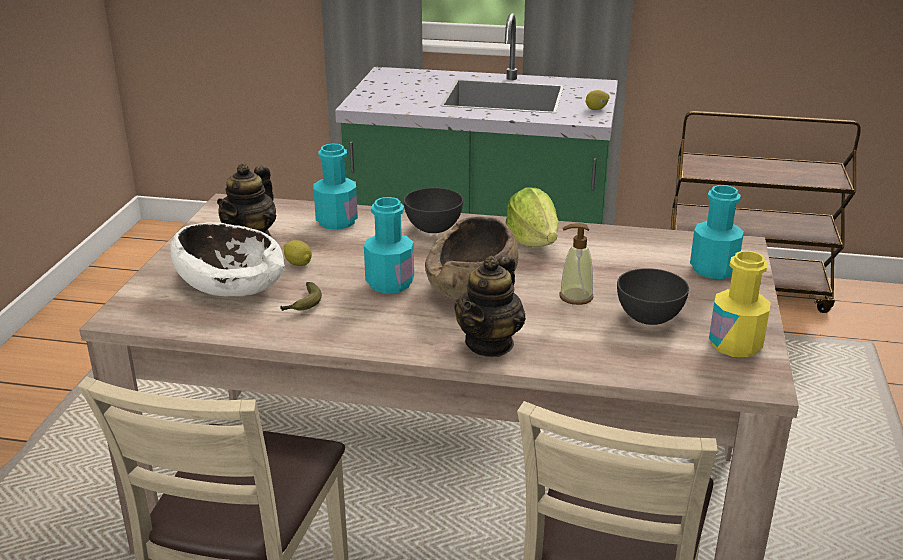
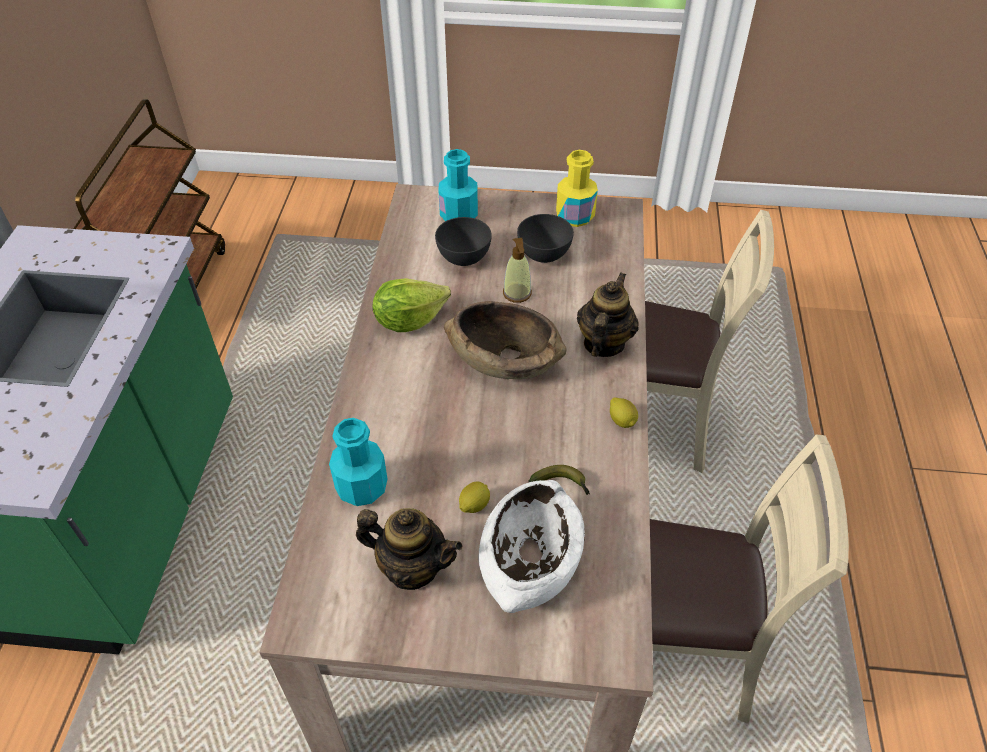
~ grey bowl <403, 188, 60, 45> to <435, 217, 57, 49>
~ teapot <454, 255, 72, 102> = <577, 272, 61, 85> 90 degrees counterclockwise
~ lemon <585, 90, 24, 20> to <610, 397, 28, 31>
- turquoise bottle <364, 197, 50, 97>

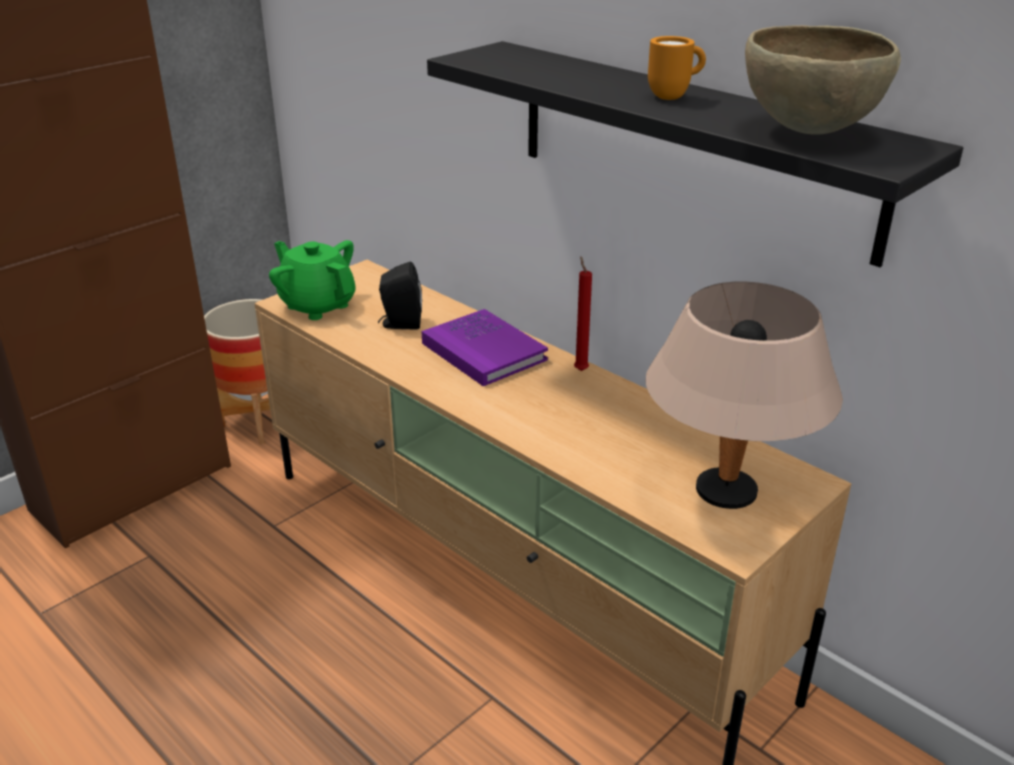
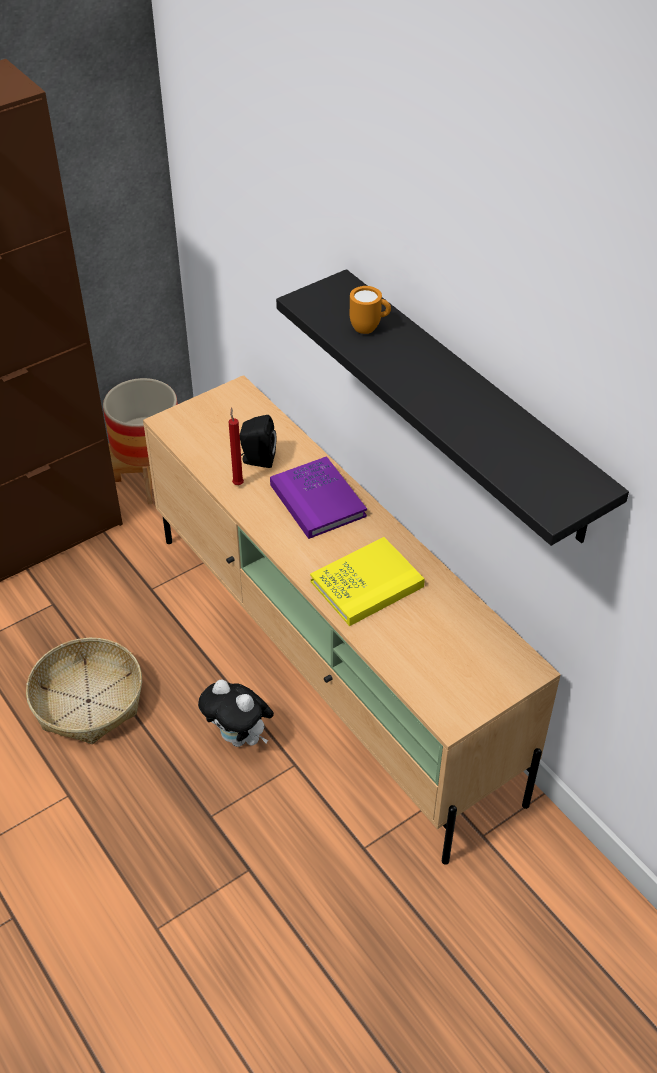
+ basket <26, 638, 116, 106>
+ plush toy <198, 680, 76, 67>
~ red candle <574, 256, 18, 115> to <229, 407, 15, 78>
+ yellow book <310, 537, 115, 89>
~ orange mug <648, 36, 58, 64> to <350, 286, 41, 48>
- green teapot <269, 240, 87, 80>
- beige table lamp <645, 282, 198, 227>
- brown bowl <745, 25, 156, 110>

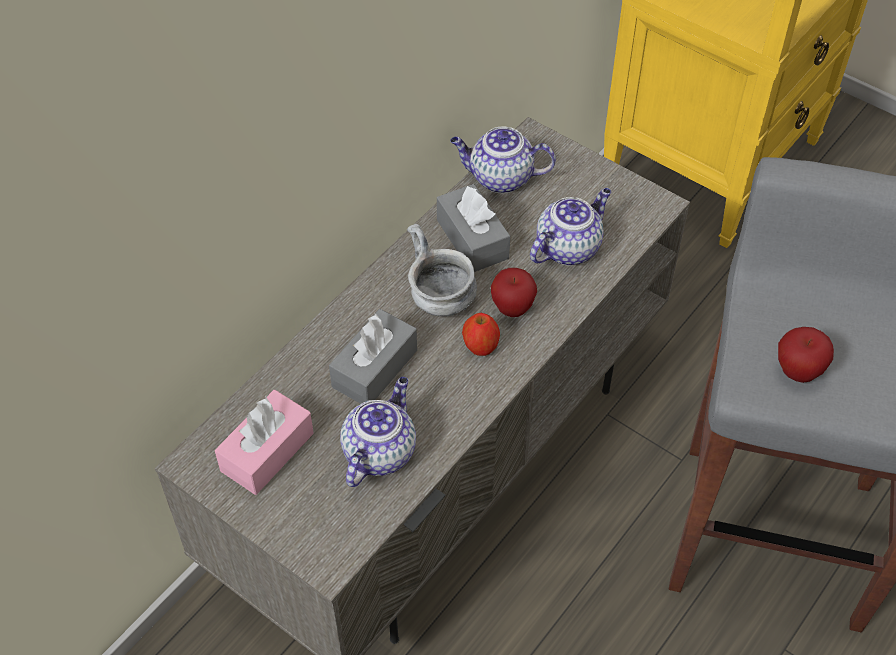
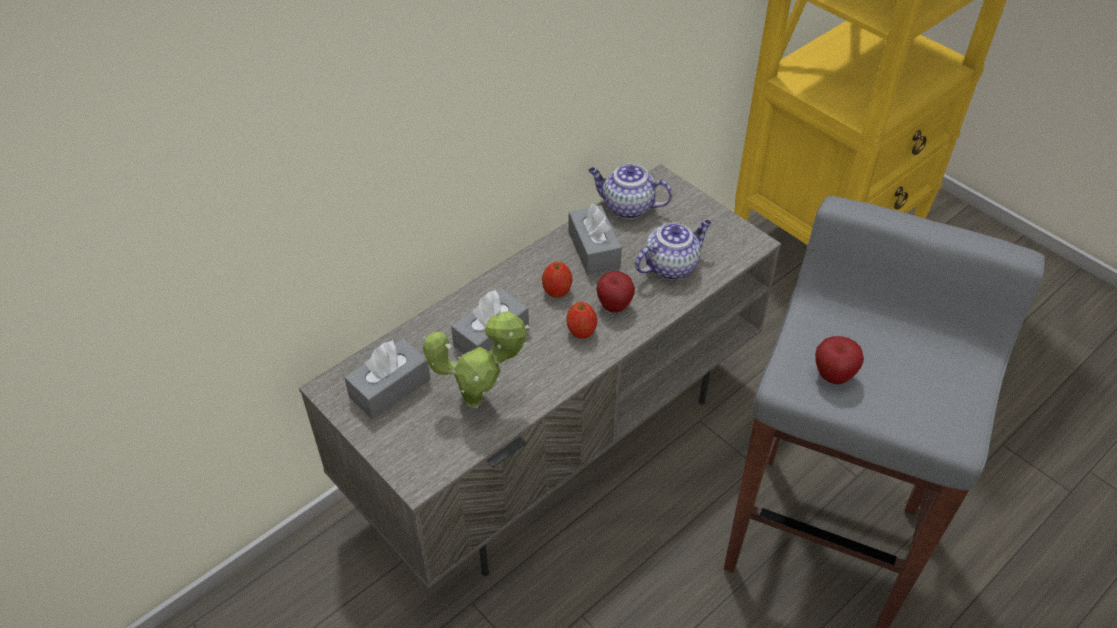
~ pink tissue box <215, 390, 99, 105> to grey tissue box <344, 338, 86, 81>
~ teapot <340, 377, 76, 110> to potted plant <423, 311, 107, 97>
~ grey bowl <407, 224, 70, 92> to apple <542, 262, 30, 36>

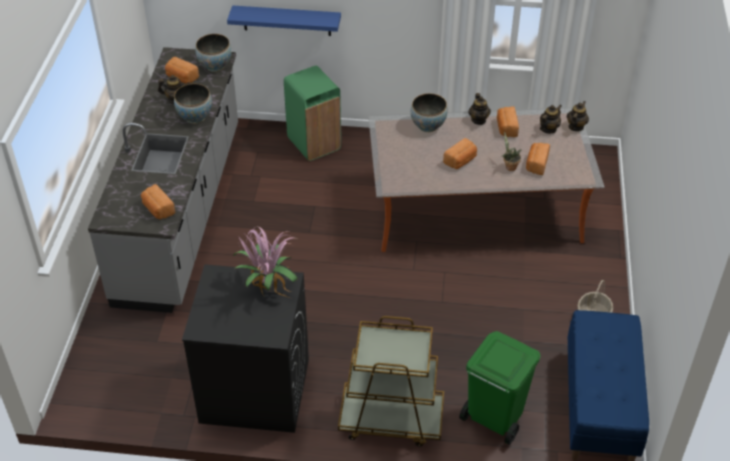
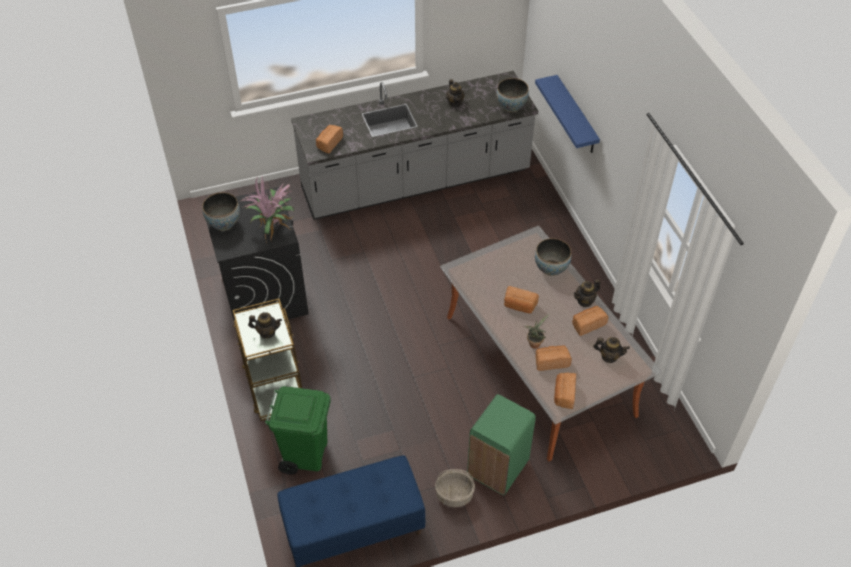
~ bowl <174, 83, 38, 41> to <202, 192, 38, 39>
~ teapot <567, 101, 22, 30> to <248, 312, 34, 27>
~ green trash can <284, 66, 57, 95> to <467, 394, 69, 101>
~ bread <165, 57, 34, 27> to <554, 373, 22, 36>

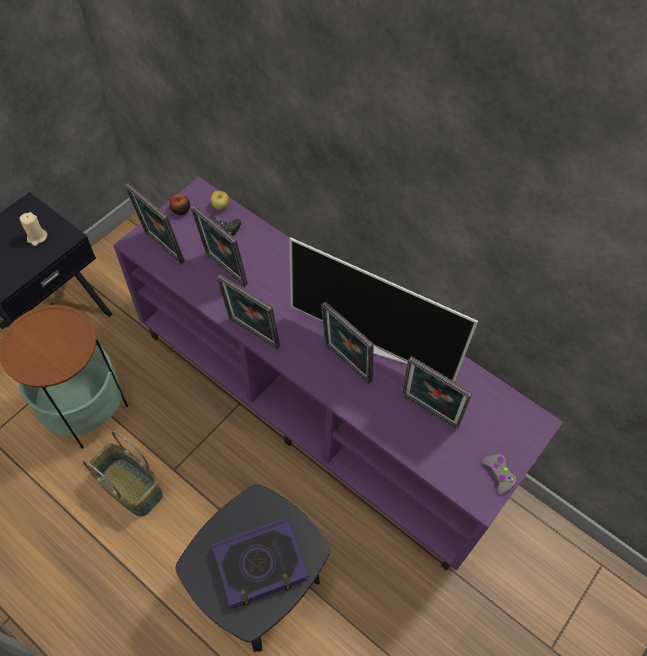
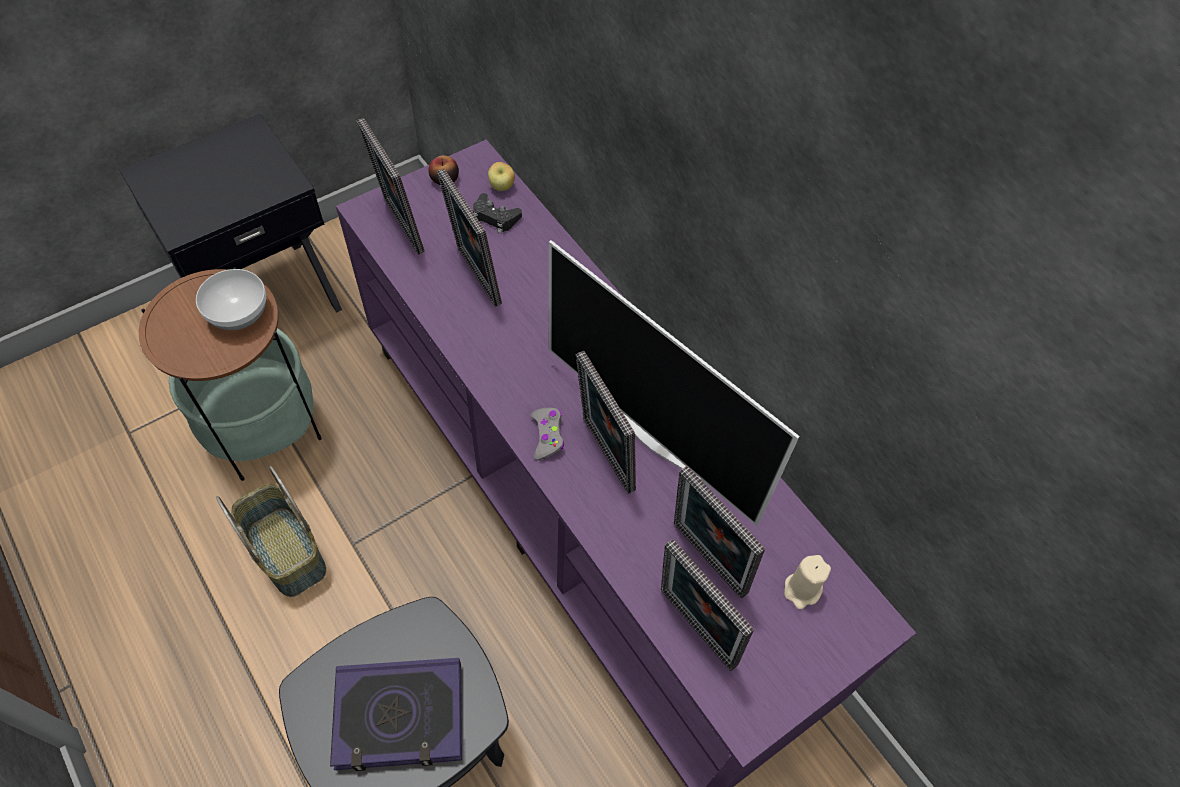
+ bowl <196, 269, 70, 61>
~ grey game controller <481, 454, 36, 41> to <531, 408, 33, 52>
~ picture frame <216, 274, 64, 76> to <661, 539, 93, 132>
~ beige candle <19, 212, 28, 34> to <784, 555, 47, 54>

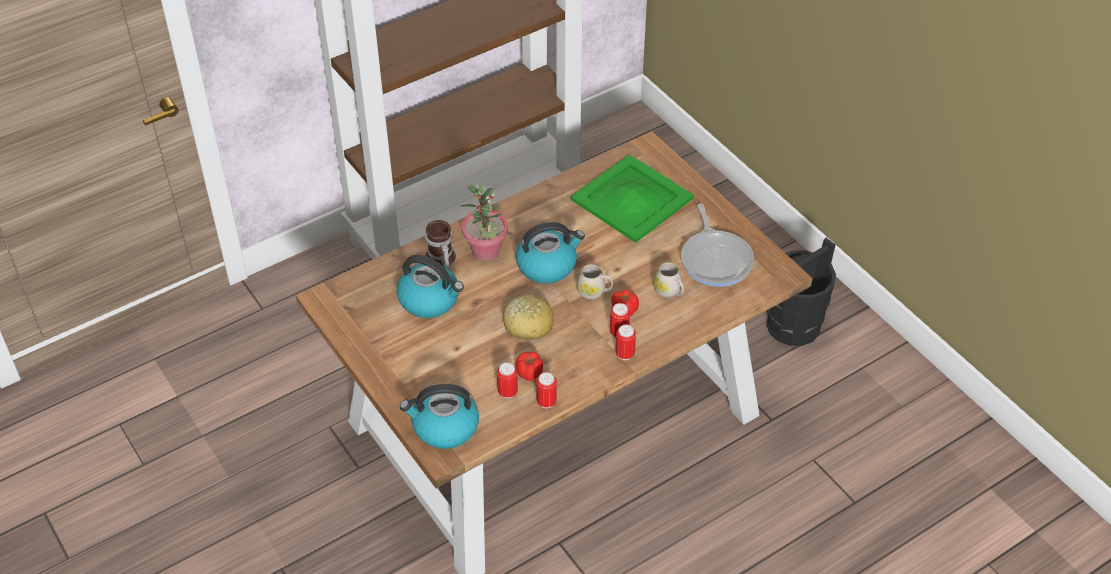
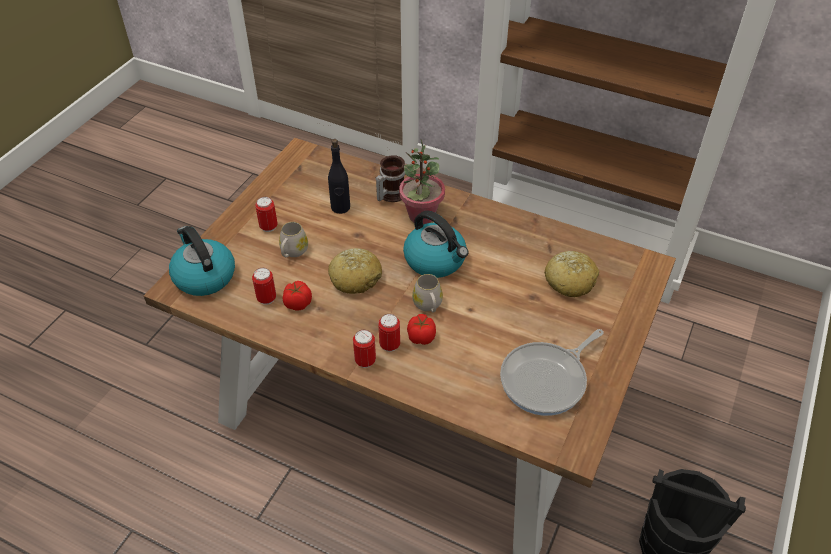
~ can <536, 372, 21, 36> to <255, 197, 22, 35>
~ white mug <653, 262, 31, 35> to <279, 222, 29, 35>
~ kettle <396, 255, 68, 63> to black bottle <328, 139, 22, 75>
~ green tray <571, 154, 123, 89> to bread <544, 251, 55, 46>

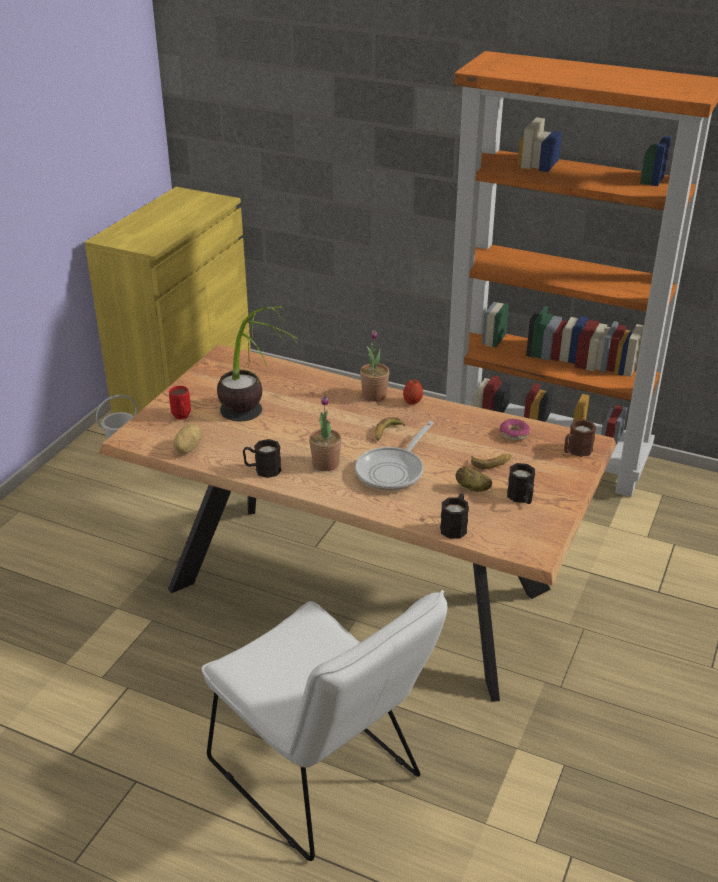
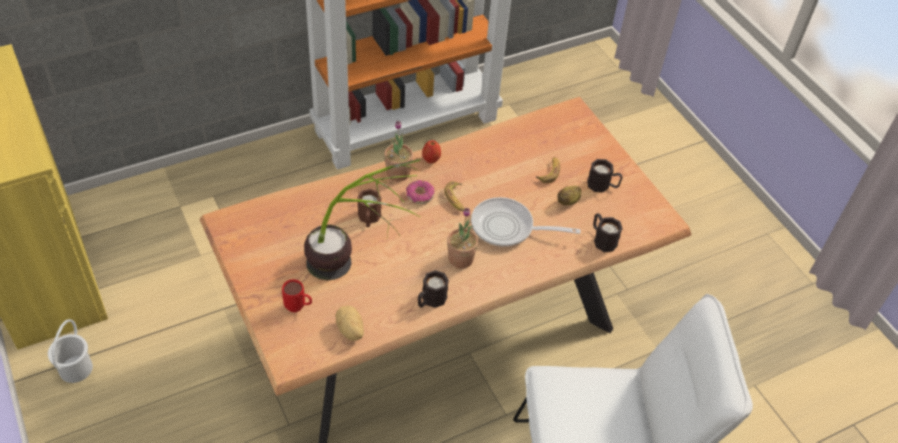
~ brown mug <564, 419, 32, 38> to <357, 188, 24, 39>
~ donut <500, 419, 30, 22> to <406, 180, 29, 24>
~ frying pan <355, 421, 79, 70> = <471, 197, 110, 50> 120 degrees clockwise

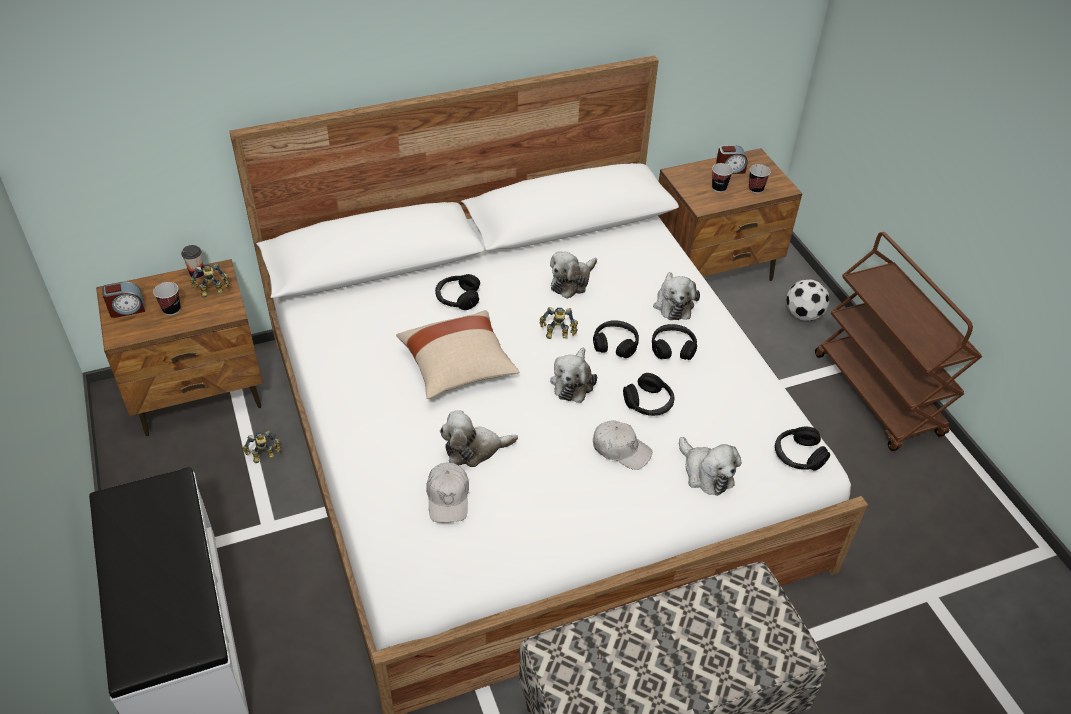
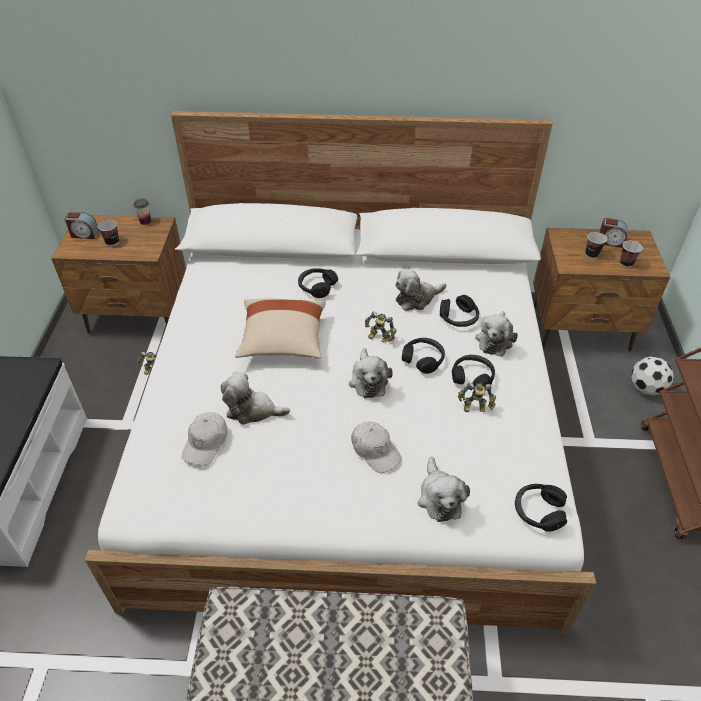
~ plush toy <550, 348, 47, 55> = <349, 348, 44, 50> 45 degrees counterclockwise
~ black headphones <623, 373, 51, 43> to <440, 295, 39, 32>
~ toy robot <190, 263, 40, 35> to <458, 383, 38, 29>

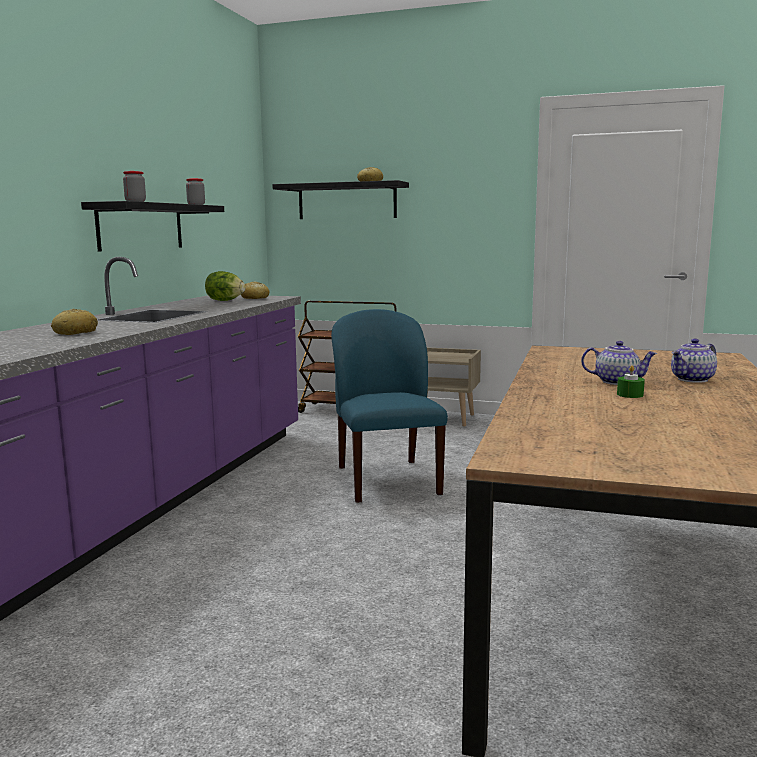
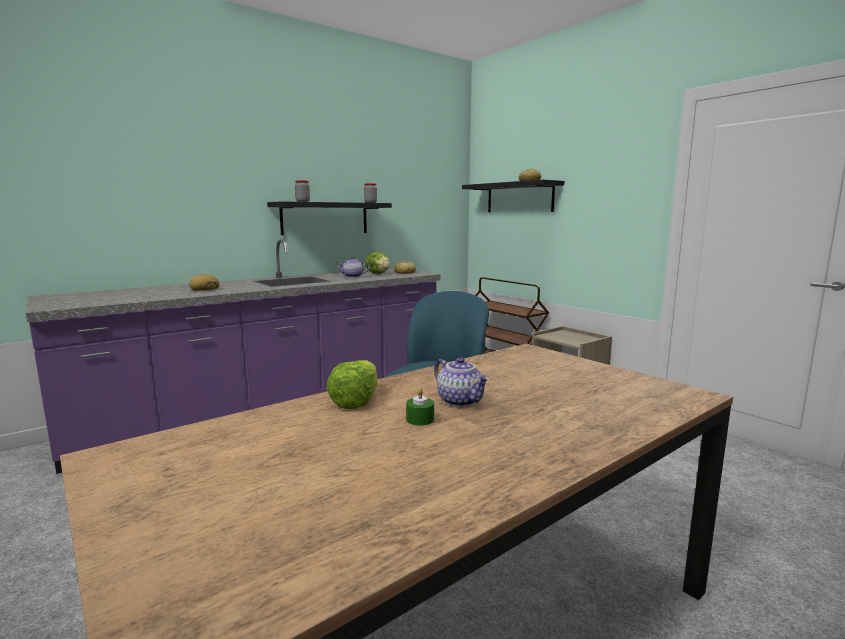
+ lettuce <326, 360, 52, 49>
~ teapot <671, 339, 46, 44> to <337, 257, 33, 21>

